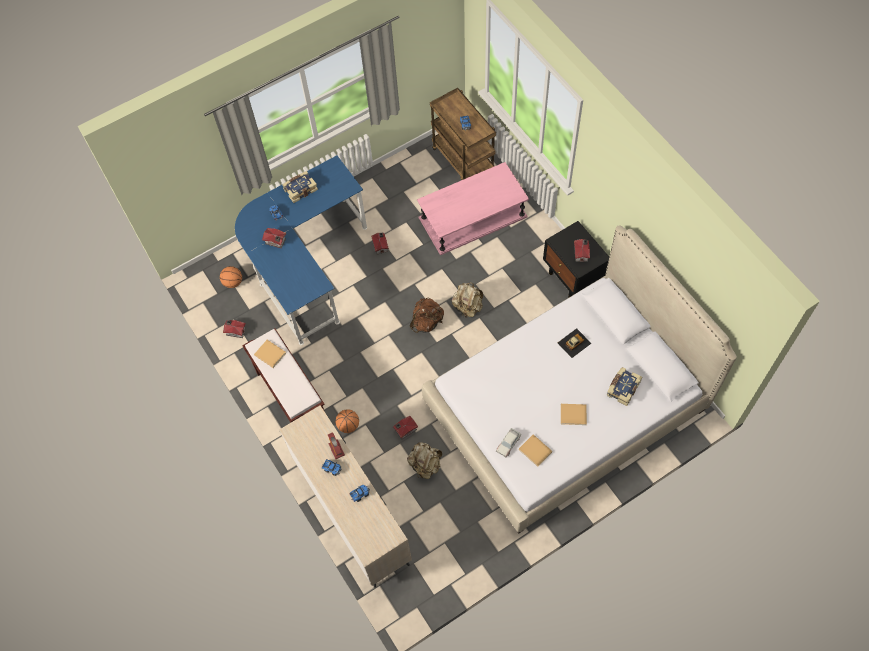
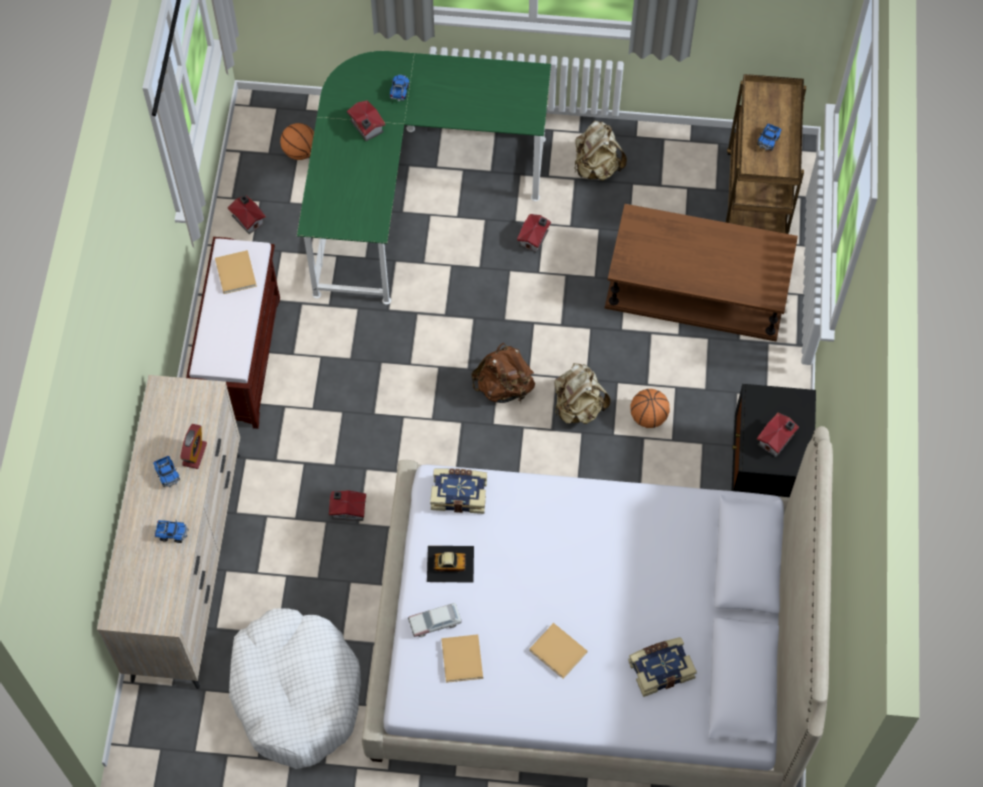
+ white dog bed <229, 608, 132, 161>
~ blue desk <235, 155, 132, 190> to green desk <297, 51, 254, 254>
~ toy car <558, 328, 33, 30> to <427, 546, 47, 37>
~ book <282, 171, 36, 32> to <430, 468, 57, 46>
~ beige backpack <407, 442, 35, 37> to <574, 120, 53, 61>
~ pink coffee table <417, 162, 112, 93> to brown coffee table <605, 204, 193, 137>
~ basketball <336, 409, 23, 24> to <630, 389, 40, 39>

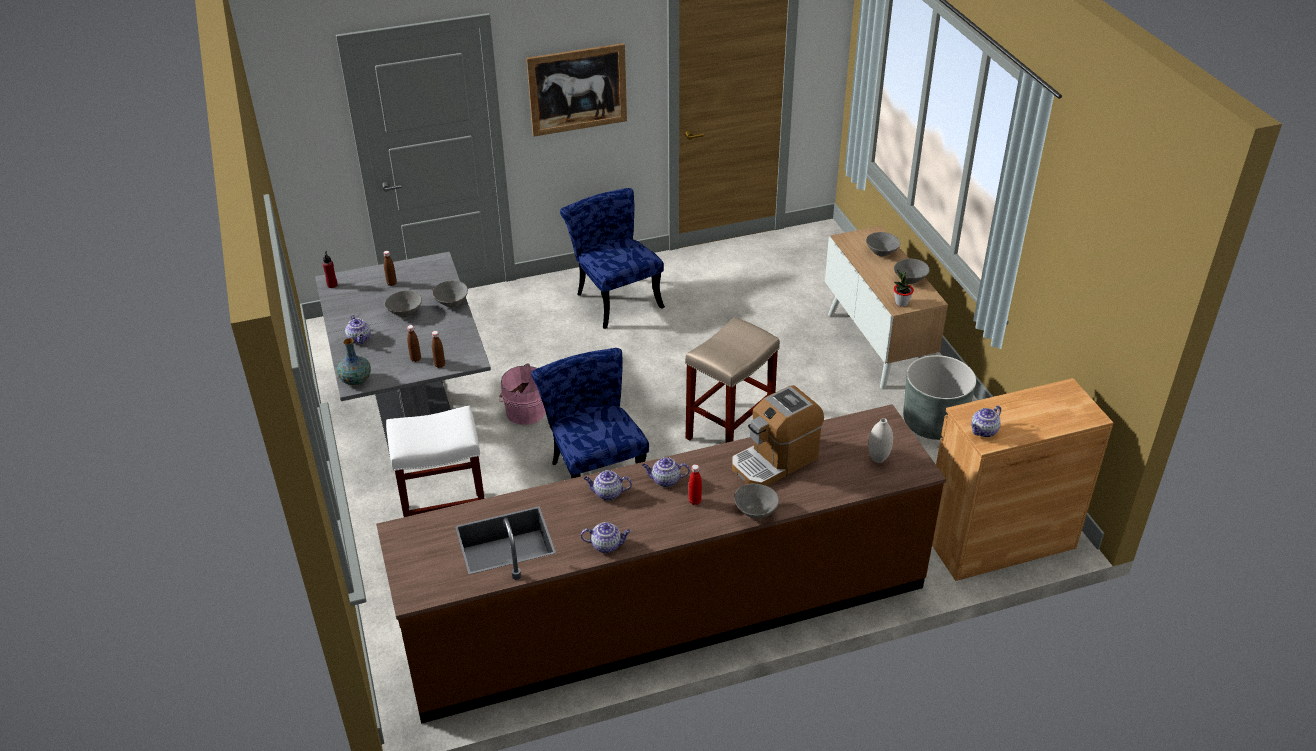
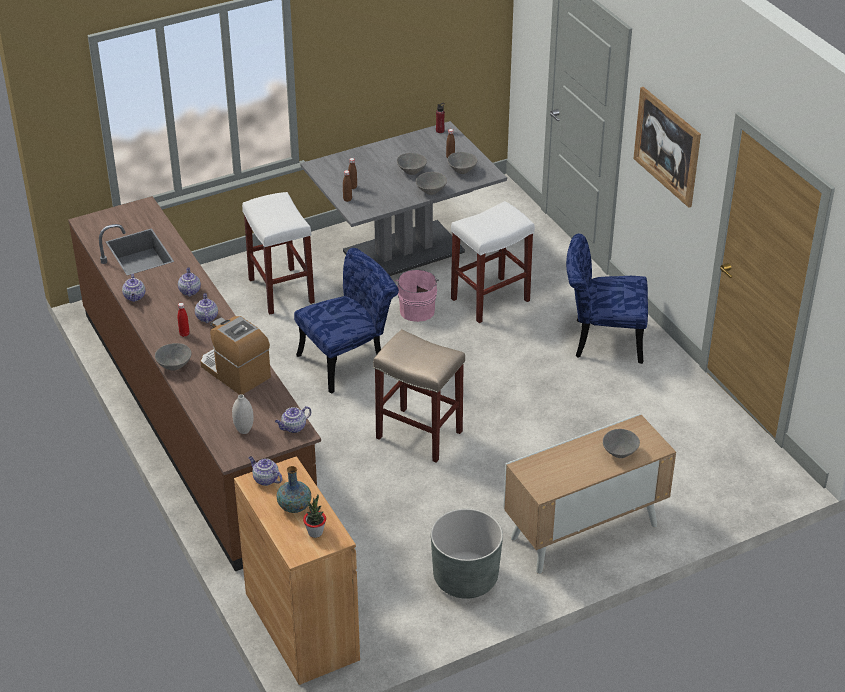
~ teapot <345, 315, 26, 29> to <275, 406, 36, 27>
~ vase <337, 338, 34, 47> to <277, 466, 35, 47>
~ potted plant <894, 269, 20, 38> to <303, 494, 23, 44>
~ grey bowl <894, 259, 36, 25> to <447, 152, 30, 22>
+ white stool <451, 201, 84, 122>
~ blue chair <560, 188, 105, 141> = <566, 234, 82, 130> 135 degrees counterclockwise

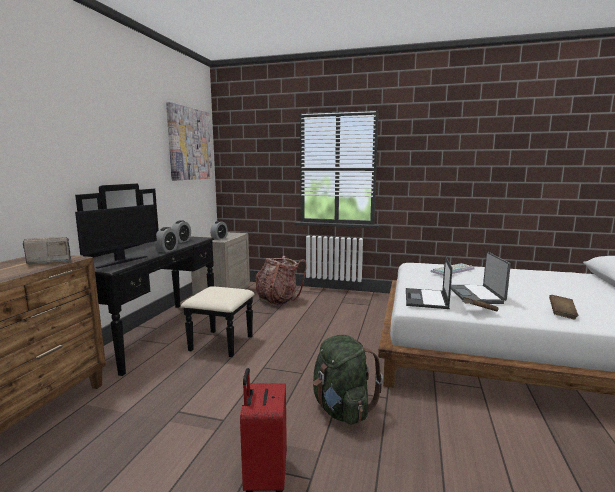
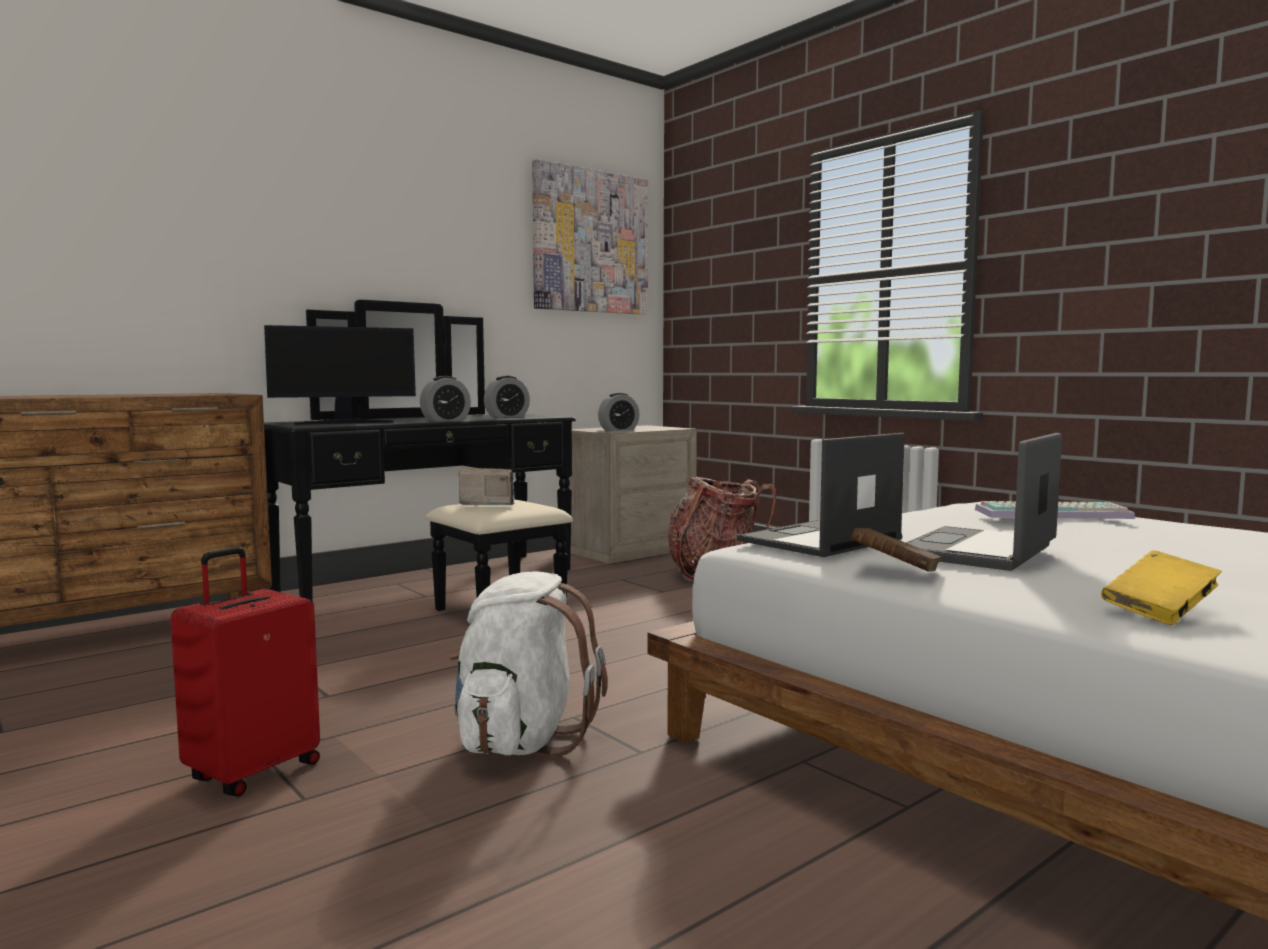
~ green backpack <313, 335, 70, 90> to white backpack <450, 572, 158, 185>
~ radio <23, 237, 49, 28> to <459, 468, 56, 37>
~ brown book <549, 295, 29, 25> to yellow book <1101, 550, 121, 75>

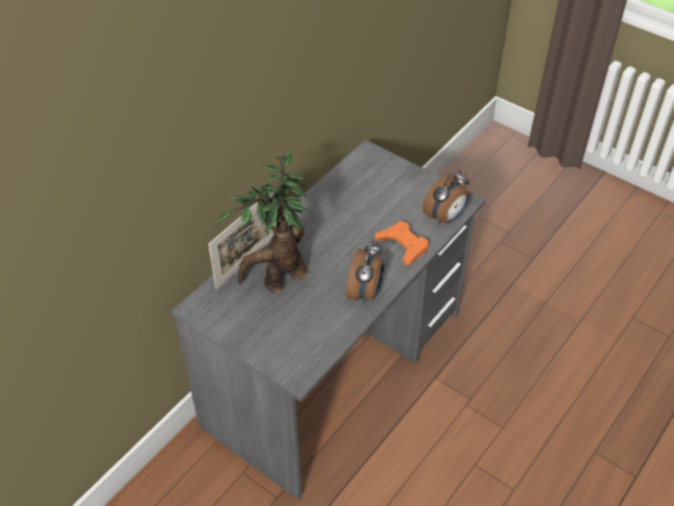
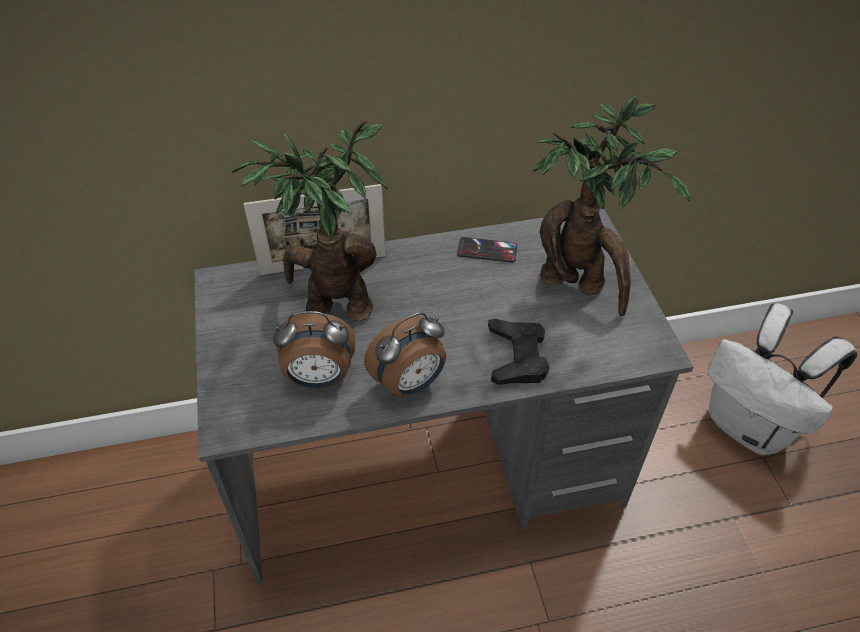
~ alarm clock <423, 170, 46, 55> to <273, 311, 83, 77>
+ phone <457, 237, 60, 26>
~ orange game controller <375, 221, 54, 44> to black game controller <488, 319, 62, 66>
+ potted plant <533, 95, 158, 221>
+ white backpack <708, 303, 149, 152>

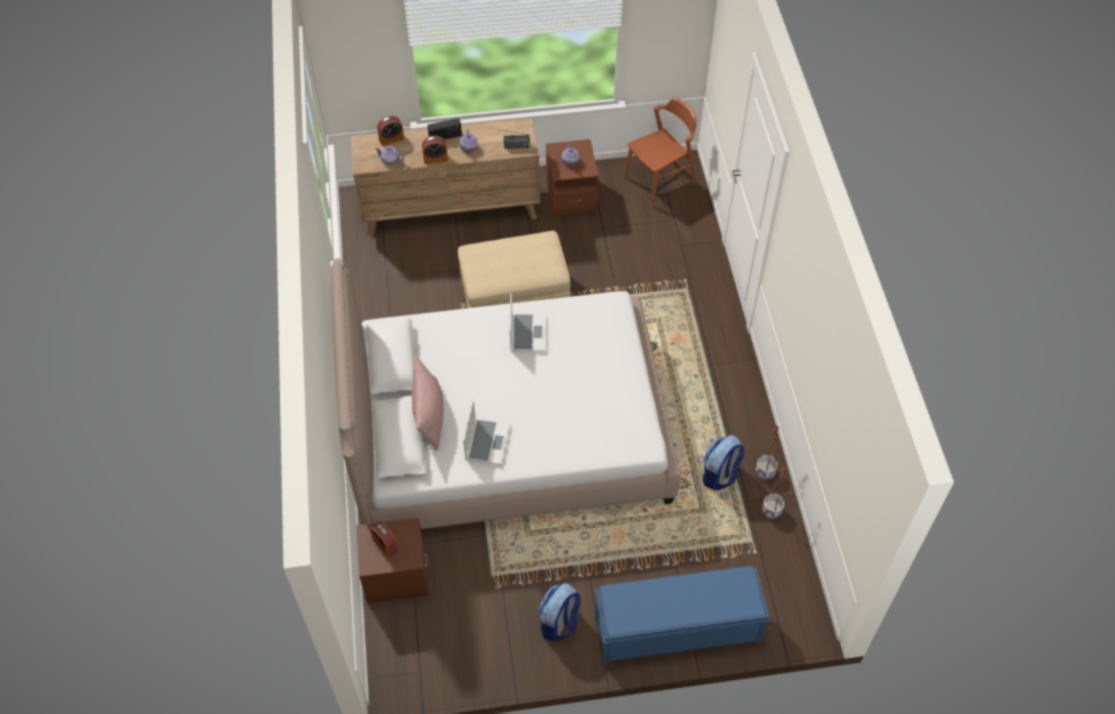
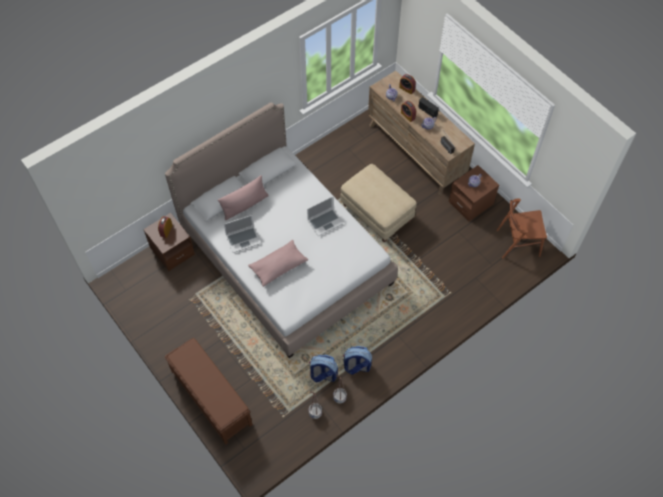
~ blue bench <595, 566, 175, 101> to brown bench <164, 337, 89, 108>
+ pink pillow <248, 240, 60, 47>
~ backpack <539, 583, 42, 59> to <343, 346, 29, 29>
~ brown chair <624, 97, 73, 110> = <496, 199, 51, 60> 150 degrees clockwise

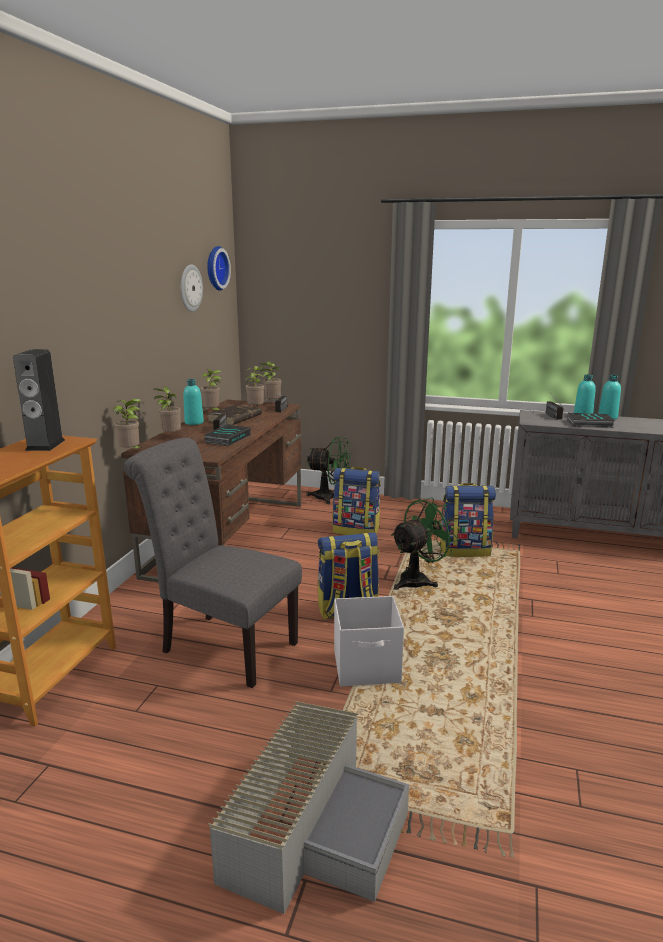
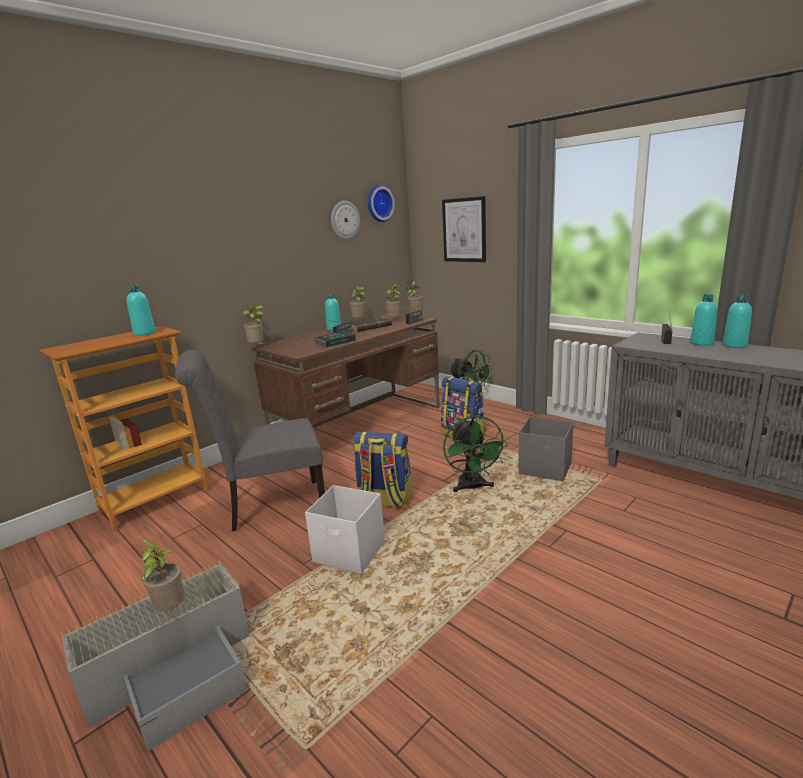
~ speaker <13, 349, 52, 102> to turquoise bottle <127, 285, 29, 51>
~ potted plant <154, 386, 27, 48> to <141, 534, 44, 78>
~ grey chair <124, 438, 178, 250> = <175, 350, 150, 181> 75 degrees counterclockwise
+ picture <442, 196, 44, 66>
~ green fan <391, 497, 68, 93> = <443, 415, 64, 77> 90 degrees clockwise
~ backpack <440, 483, 56, 74> to grey storage box <518, 417, 55, 64>
- book <567, 413, 48, 15>

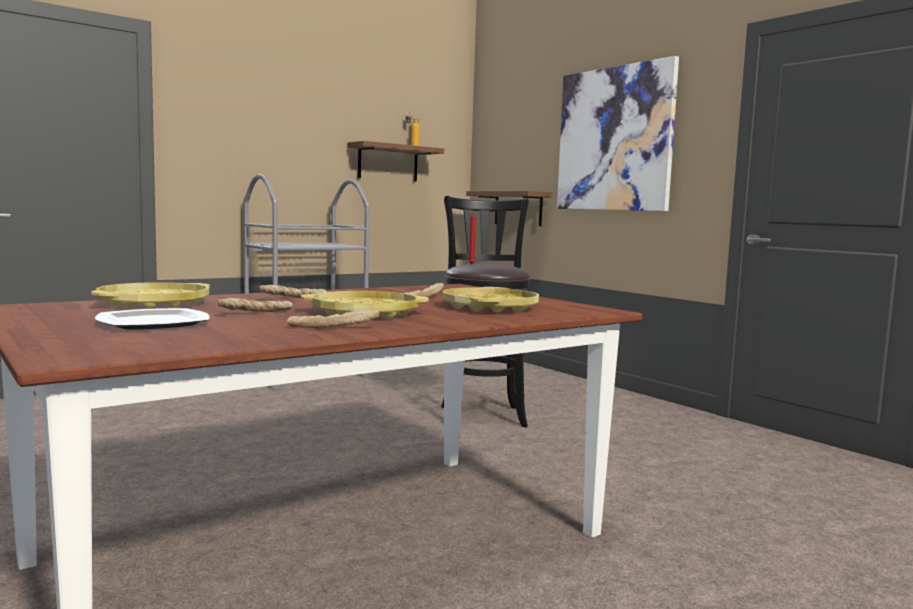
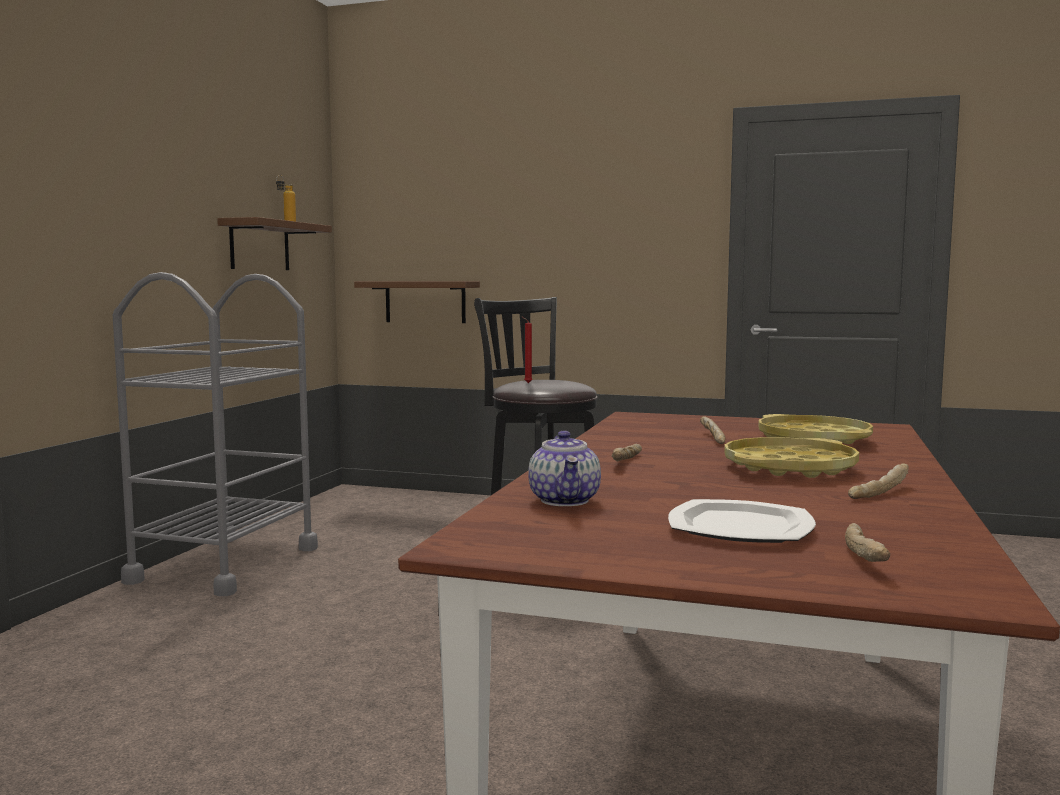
~ yellow tray <91, 282, 119, 27> to teapot <528, 430, 73, 76>
~ bread <218, 298, 75, 14> to <845, 523, 45, 39>
- picture <557, 56, 122, 155>

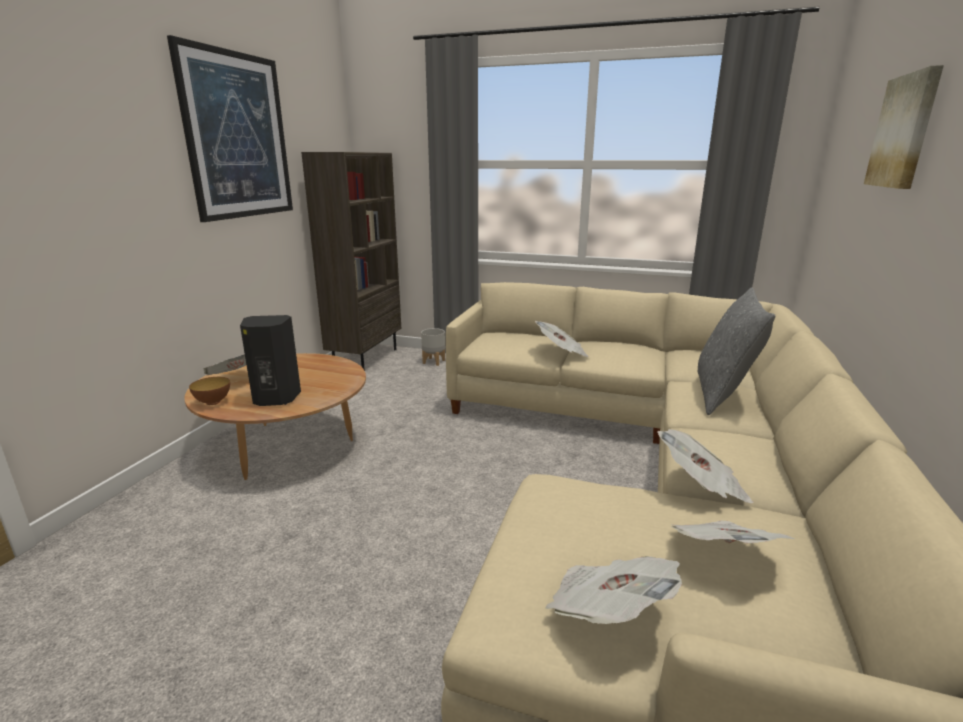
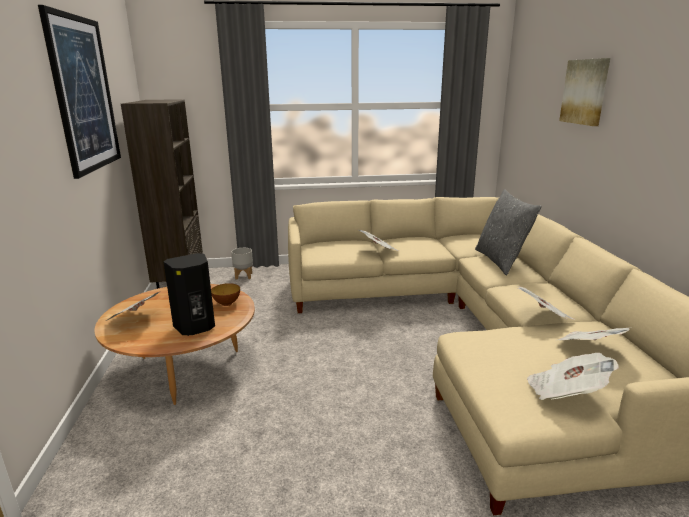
~ bowl <189, 377, 41, 28> to <211, 283, 29, 23>

